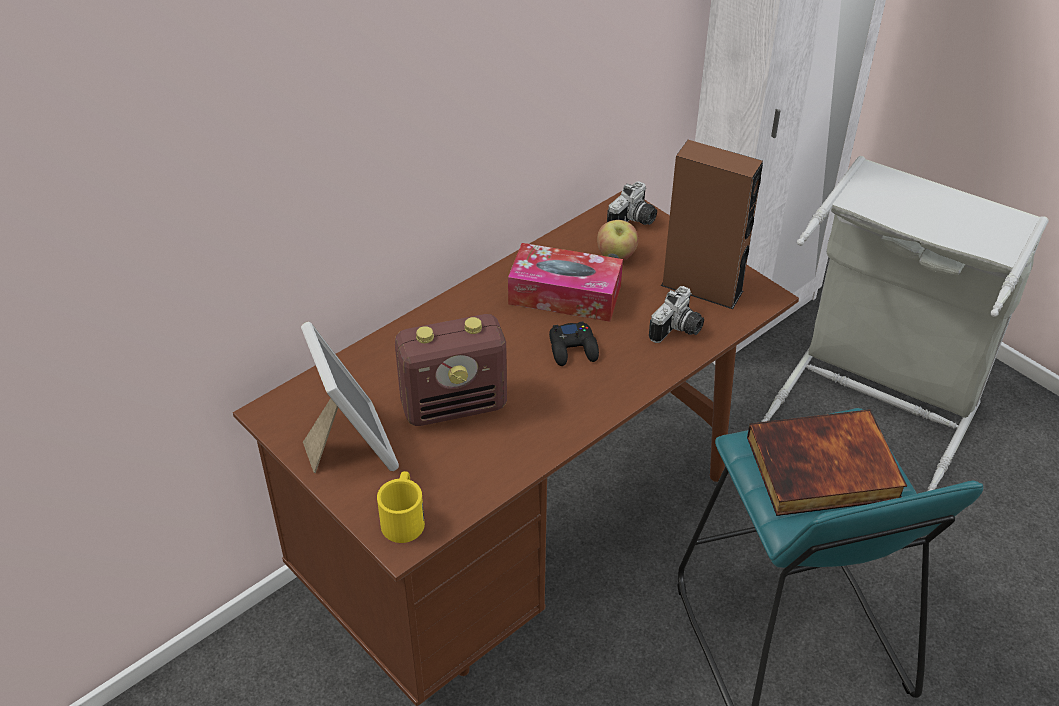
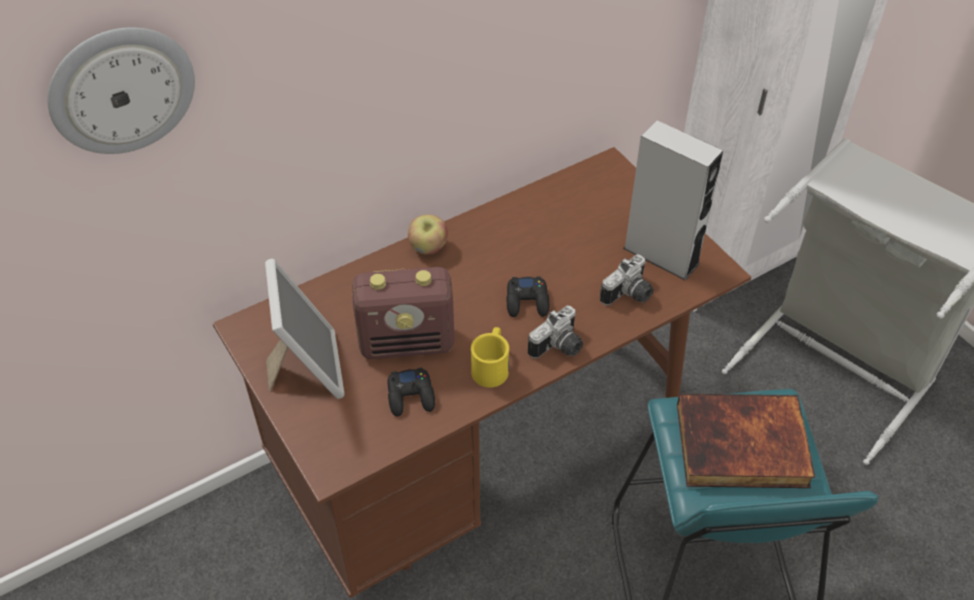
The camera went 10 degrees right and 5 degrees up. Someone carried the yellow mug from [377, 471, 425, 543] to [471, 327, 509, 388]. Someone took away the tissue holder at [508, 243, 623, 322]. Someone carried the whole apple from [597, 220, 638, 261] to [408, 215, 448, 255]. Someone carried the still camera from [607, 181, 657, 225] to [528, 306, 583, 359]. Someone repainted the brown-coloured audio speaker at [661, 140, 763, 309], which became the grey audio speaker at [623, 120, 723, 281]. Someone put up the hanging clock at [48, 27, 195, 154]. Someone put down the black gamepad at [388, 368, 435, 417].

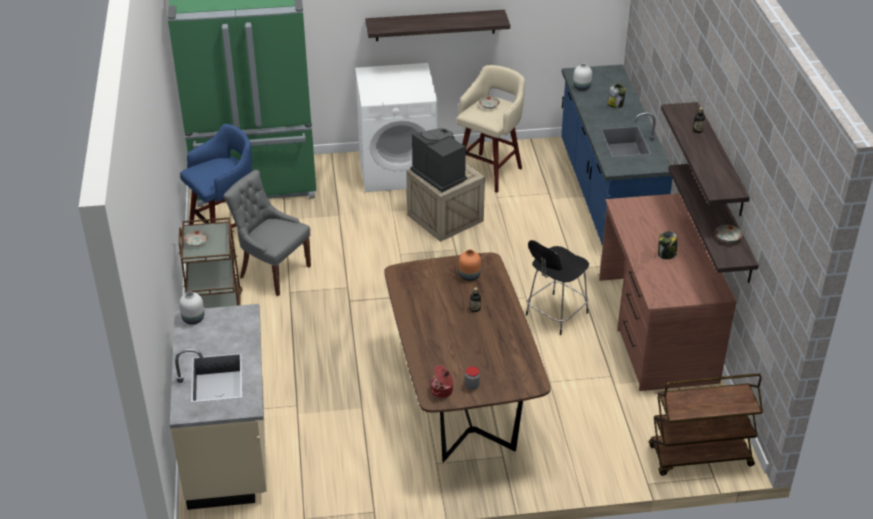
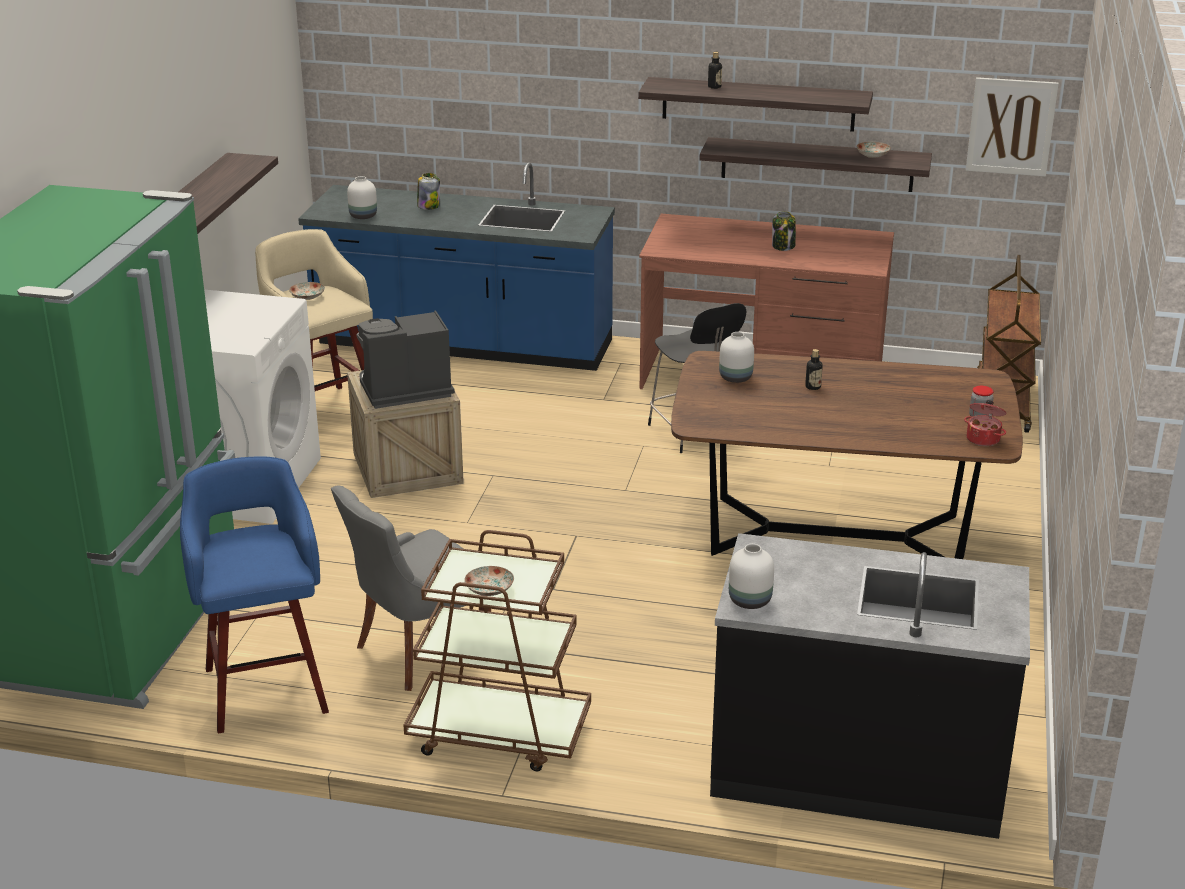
The camera went 70 degrees left and 10 degrees down. Someone repainted the beige-coloured kitchen base unit at [170, 304, 267, 510], which became the black kitchen base unit at [710, 533, 1030, 839]. Someone repainted the orange decorative vase at [459, 250, 481, 281], which became the white-coloured decorative vase at [719, 332, 754, 383]. Someone put up the wall picture at [966, 77, 1059, 177].

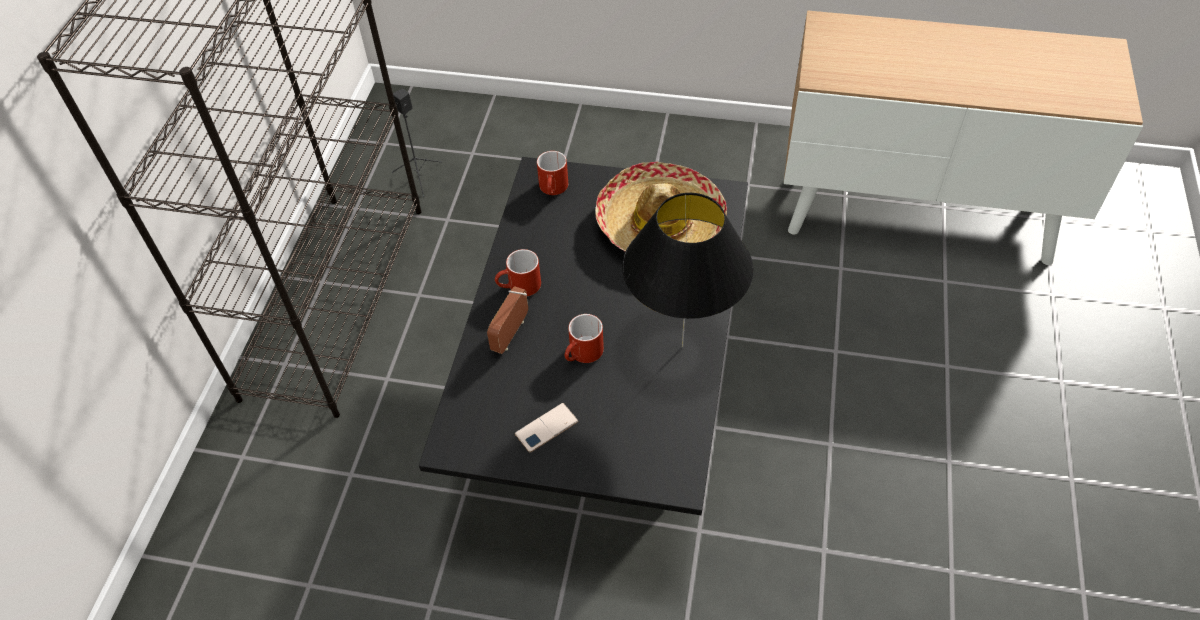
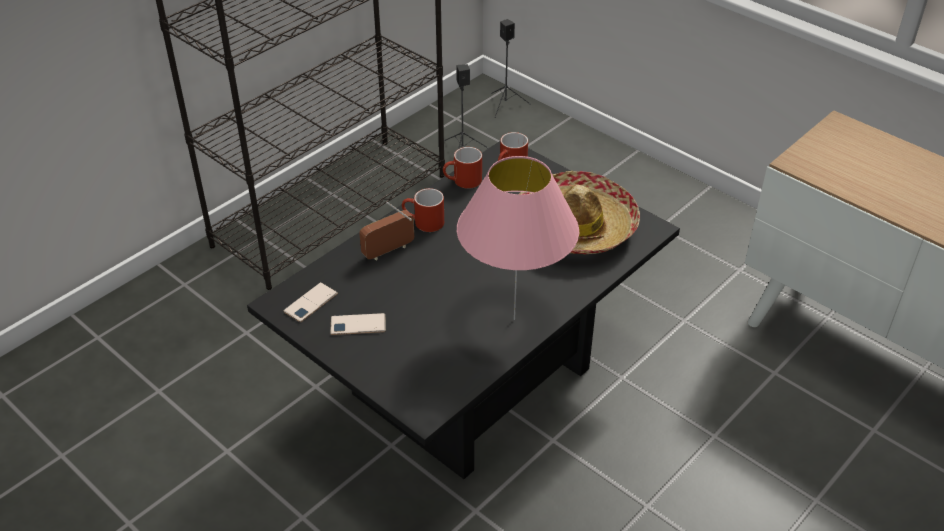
The camera went 30 degrees right and 10 degrees down. Someone carried the red mug from [565, 314, 604, 363] to [443, 147, 482, 189]. Someone repainted the black tabletop lamp at [622, 193, 753, 347], which became the pinkish tabletop lamp at [457, 156, 579, 320]. Someone put down the phone at [283, 282, 338, 322]. Someone put down the black audio speaker at [491, 19, 531, 118].

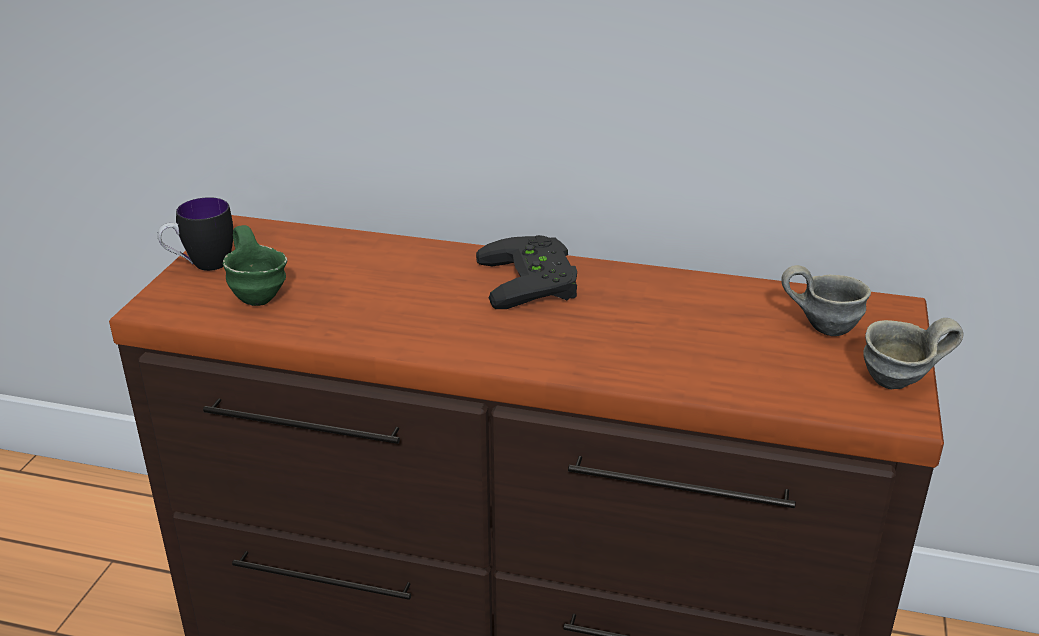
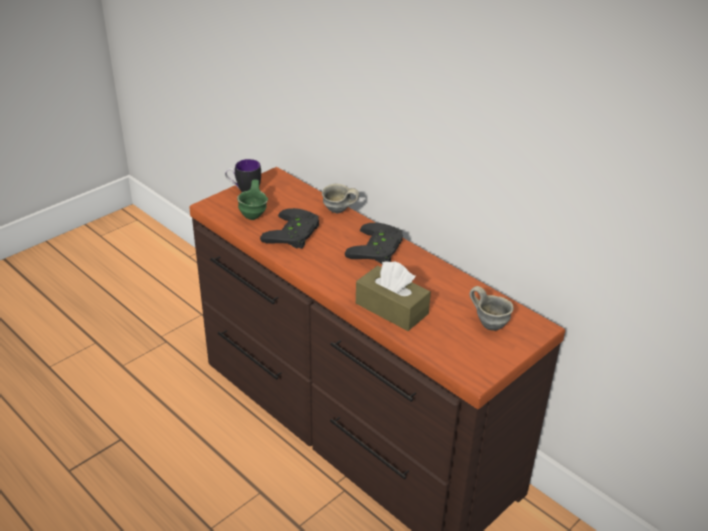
The camera went 30 degrees right and 5 degrees up. Someone carried the grey mug from [863, 318, 964, 389] to [322, 184, 360, 213]. Someone put down the black gamepad at [260, 208, 319, 249]. Someone put down the brown-coloured tissue holder at [356, 261, 431, 331].

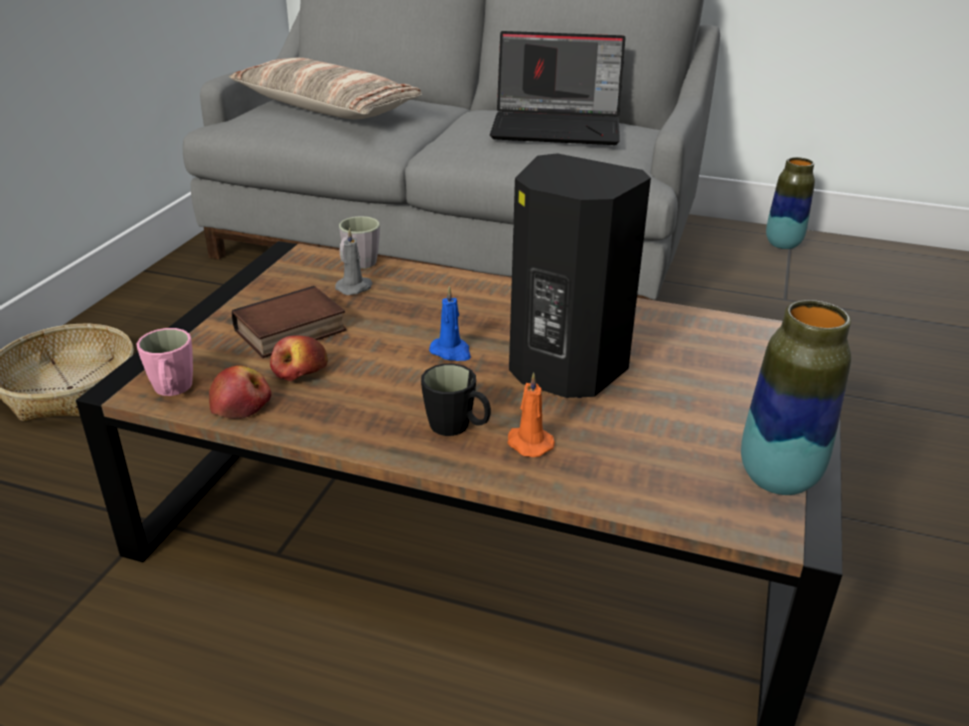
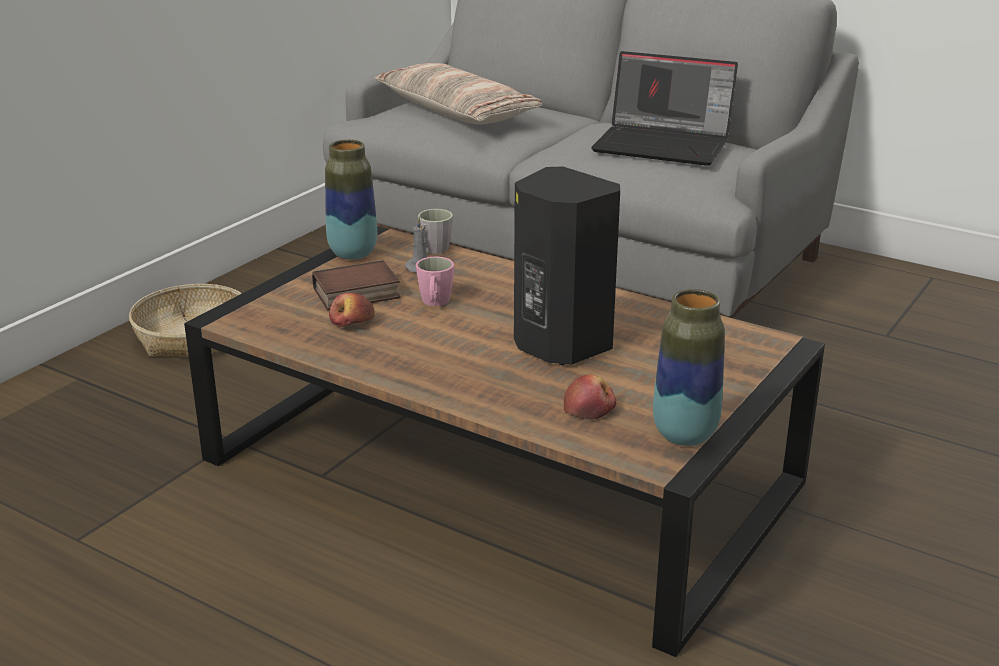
The camera went 15 degrees right and 5 degrees down. Someone carried the pinkish mug from [136, 328, 193, 396] to [416, 256, 454, 306]. Someone carried the whole apple from [209, 365, 271, 419] to [564, 375, 617, 420]. Someone took away the black mug at [421, 364, 491, 436]. Someone took away the blue-coloured wax light at [429, 286, 471, 361]. Someone took away the orange wax light at [507, 372, 555, 457]. Someone carried the decorative vase from [766, 157, 815, 249] to [325, 140, 377, 260].

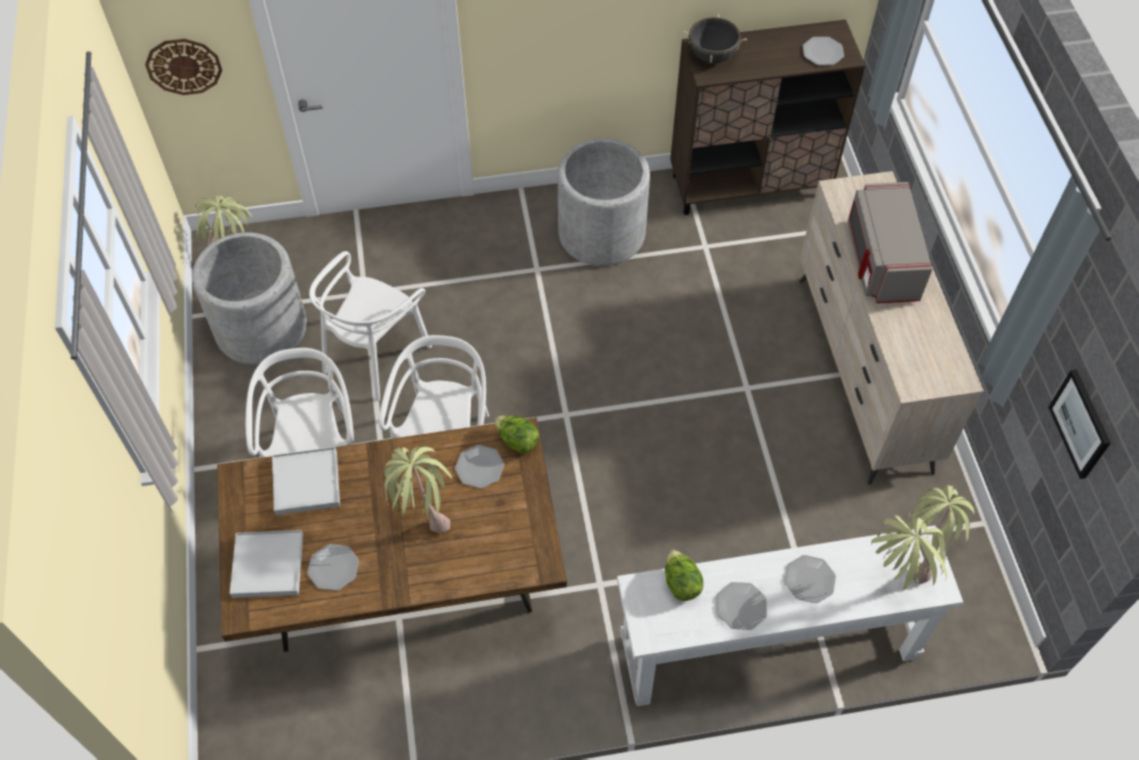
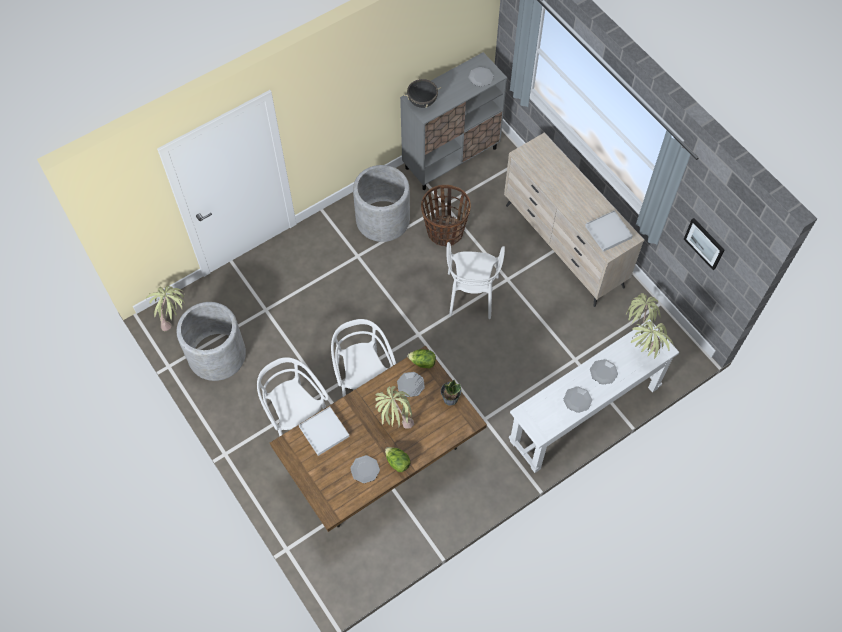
The camera went 25 degrees left and 5 degrees up. Someone took away the hanging clock at [145, 39, 222, 95]. Someone carried the white-coloured tray from [230, 530, 303, 598] to [585, 210, 633, 252]. Someone carried the white-coloured plain chair from [309, 251, 432, 401] to [446, 242, 505, 319]. Someone carried the lettuce head from [665, 550, 703, 601] to [385, 447, 411, 472]. Someone repainted the brown-coloured cabinet at [670, 19, 866, 215], which became the grey cabinet at [400, 52, 507, 190]. Someone took away the grey kitchen microwave at [848, 182, 933, 303]. Someone put down the storage basket at [421, 185, 471, 247]. Someone put down the houseplant at [441, 380, 461, 406].

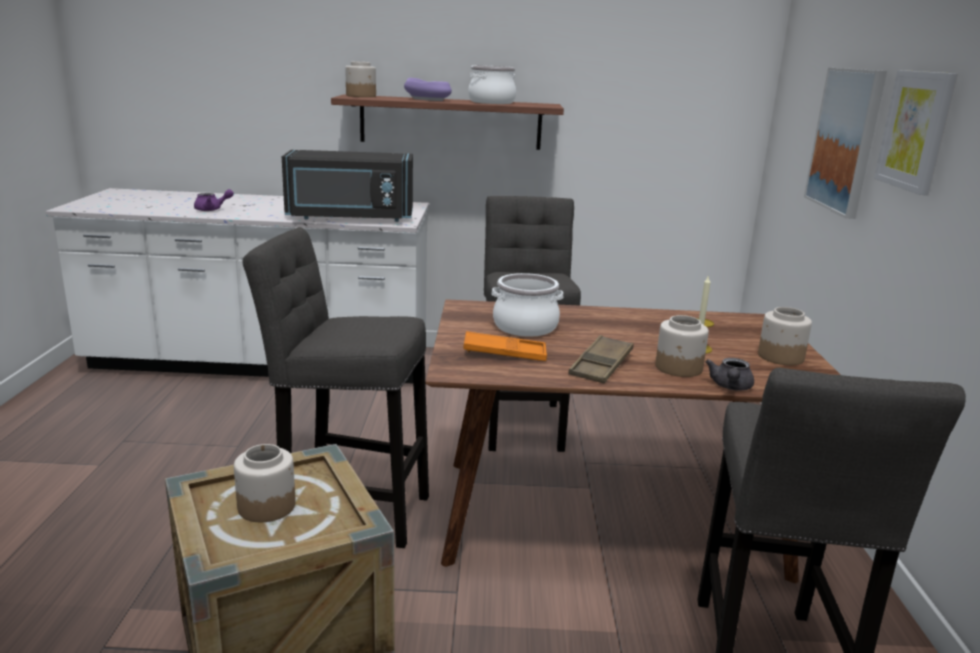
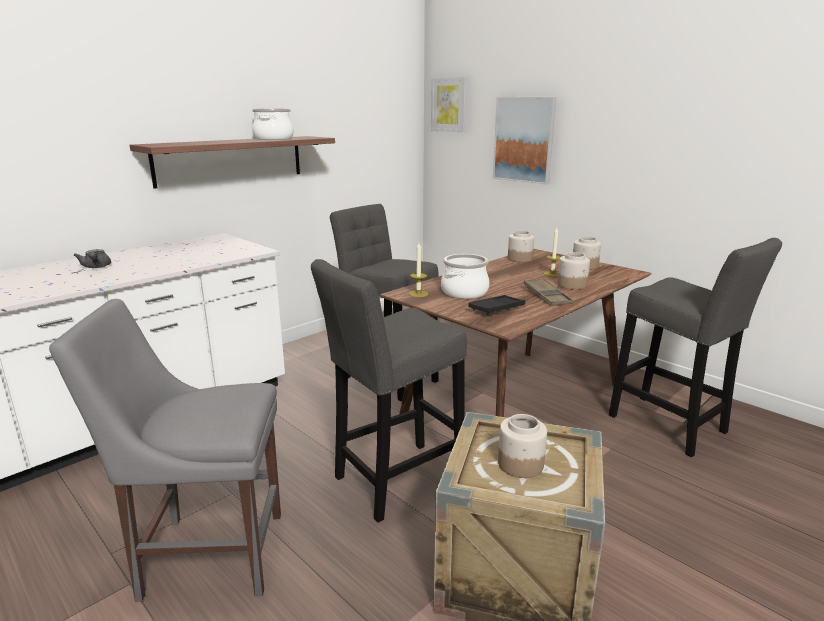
The camera went 45 degrees left and 0 degrees up. Someone took away the purple pot for tea at [194, 189, 234, 211]. Someone took away the black kitchen microwave at [282, 150, 413, 222]. Someone carried the preserve jar from [345, 61, 376, 97] to [508, 231, 534, 262]. Someone took away the purple deep dish at [404, 78, 452, 101]. Someone repainted the orange tray at [463, 331, 547, 361], which became the black tray at [468, 295, 525, 315]. Someone carried the grey pot for tea from [705, 358, 754, 390] to [74, 249, 111, 268]. Someone carried the wall picture from [874, 70, 957, 195] to [431, 77, 467, 132]. Someone put down the grey plain chair at [49, 299, 281, 602]. Someone put down the wax light at [409, 243, 428, 297].

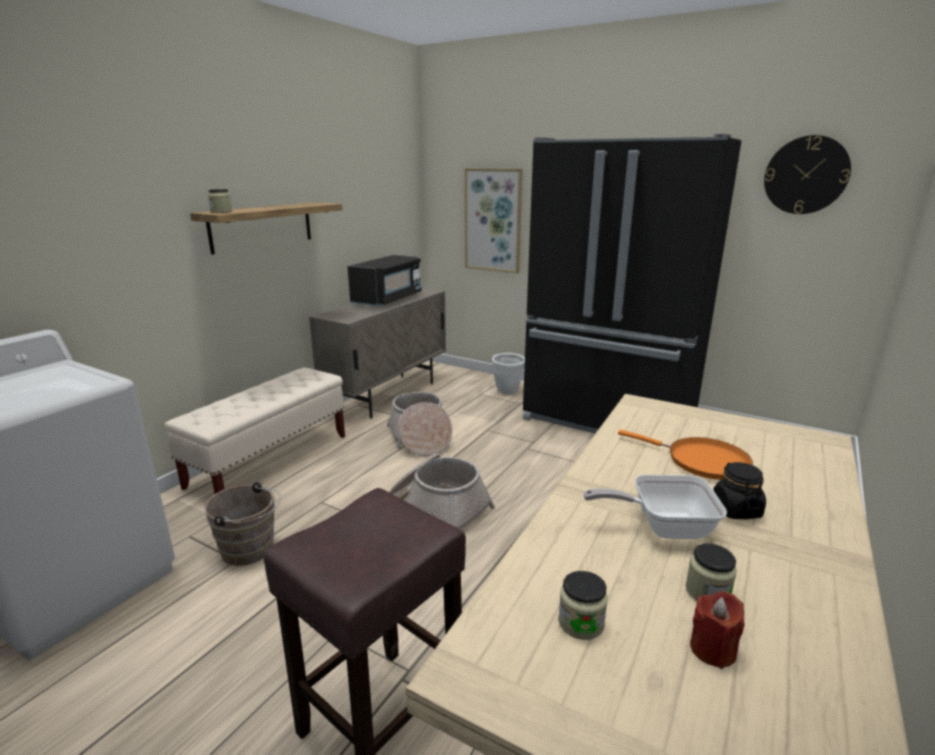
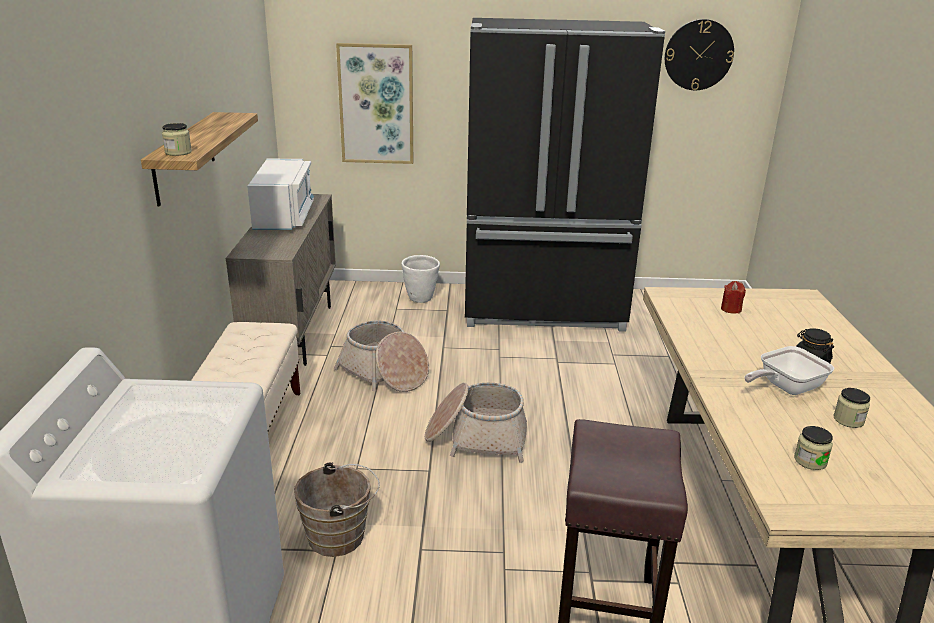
The camera went 30 degrees left and 5 degrees up. Someone repainted the black kitchen microwave at [348, 255, 422, 306], which became the white-coloured kitchen microwave at [247, 159, 314, 230]. Someone took away the orange frying pan at [618, 430, 753, 480]. Someone carried the red wax light from [690, 591, 745, 669] to [721, 281, 746, 313].

